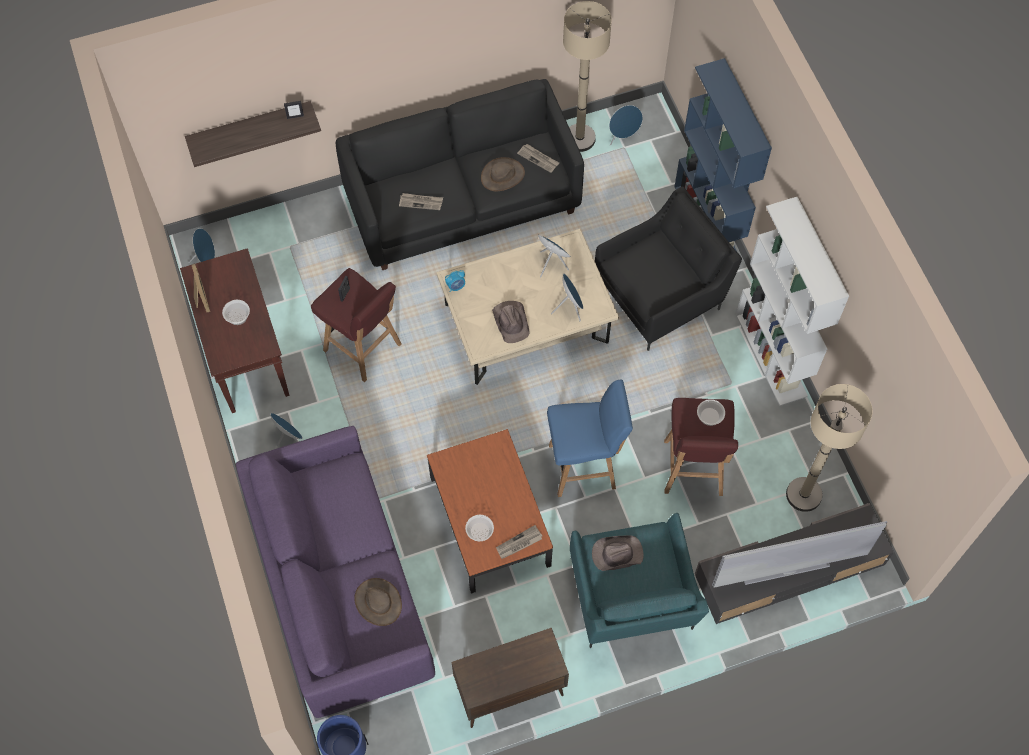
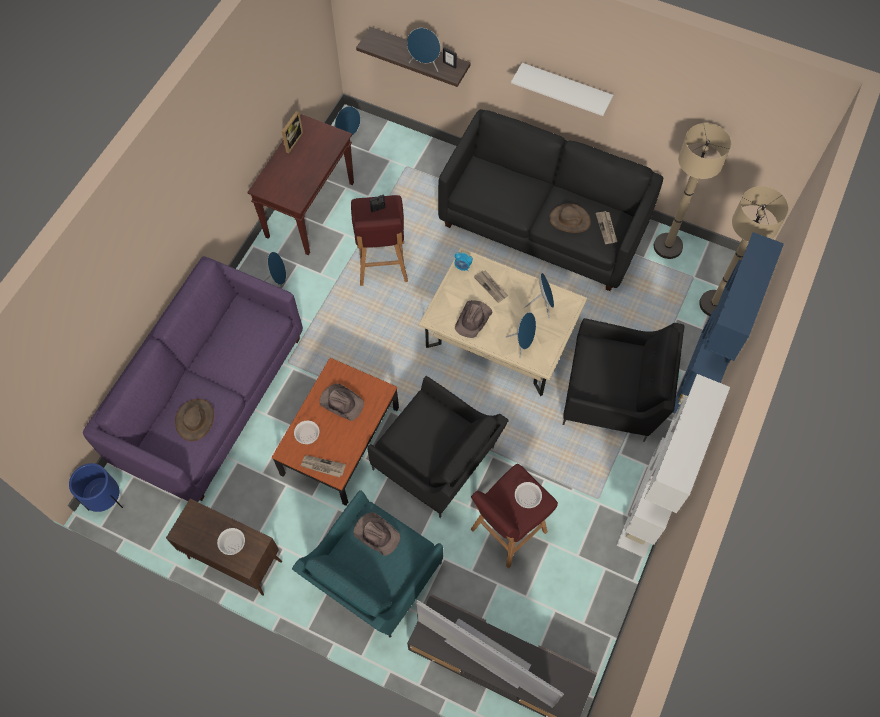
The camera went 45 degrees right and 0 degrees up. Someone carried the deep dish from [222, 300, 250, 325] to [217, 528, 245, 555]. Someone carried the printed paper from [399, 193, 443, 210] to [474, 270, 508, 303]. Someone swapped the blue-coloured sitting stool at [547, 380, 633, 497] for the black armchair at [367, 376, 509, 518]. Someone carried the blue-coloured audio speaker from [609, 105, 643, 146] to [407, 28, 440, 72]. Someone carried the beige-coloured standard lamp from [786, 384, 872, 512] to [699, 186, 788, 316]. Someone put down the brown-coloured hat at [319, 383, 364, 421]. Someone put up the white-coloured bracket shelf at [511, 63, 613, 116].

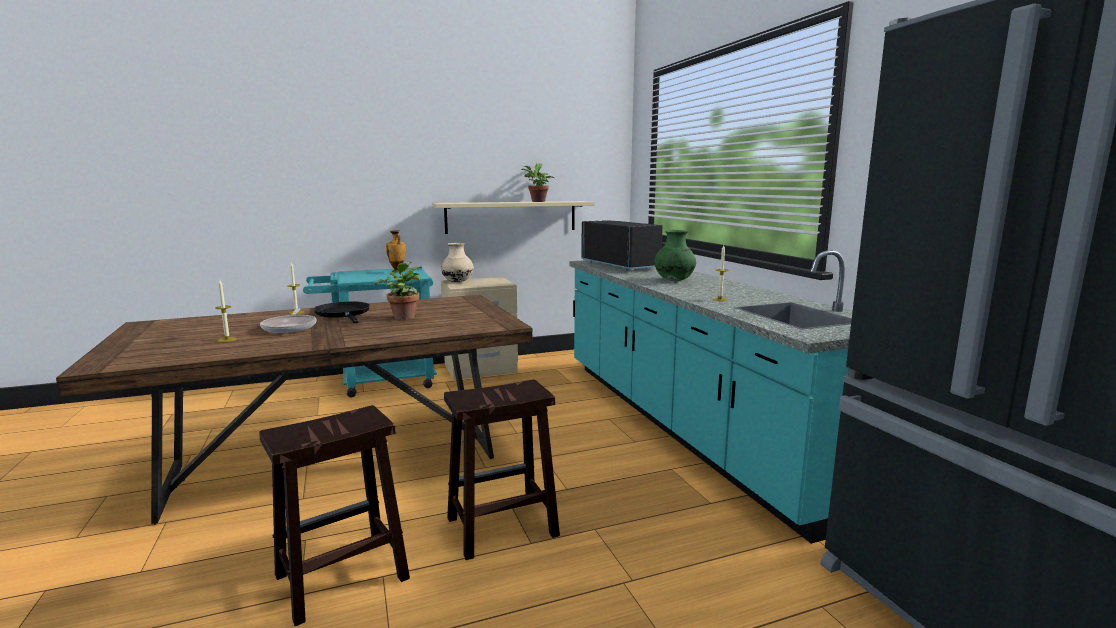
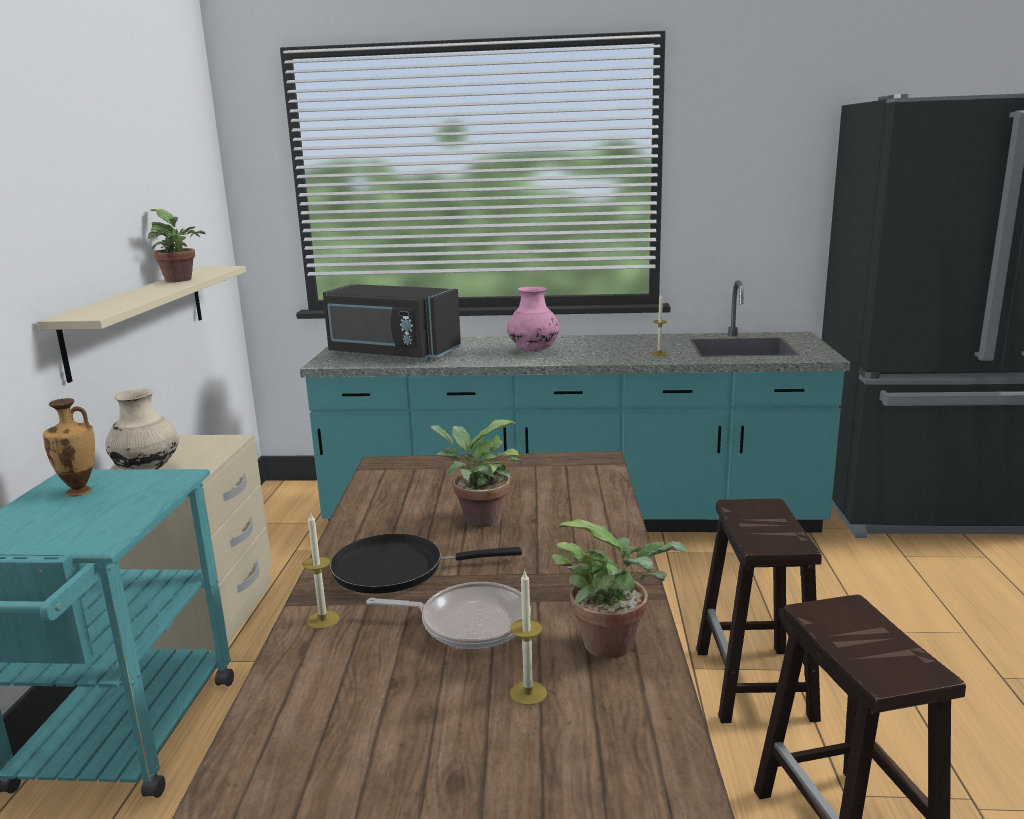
The camera went 65 degrees left and 5 degrees up. Someone rotated the black kitchen microwave at [581, 220, 663, 271] by 150 degrees counterclockwise. Someone repainted the green decorative vase at [654, 230, 696, 281], which became the pinkish decorative vase at [507, 287, 559, 352]. Someone put down the houseplant at [551, 519, 687, 659].

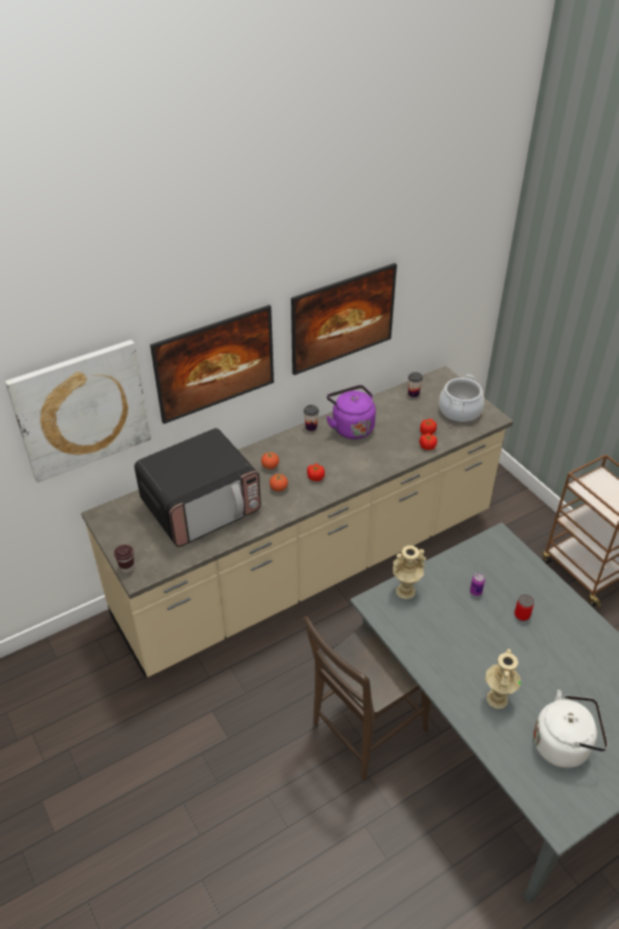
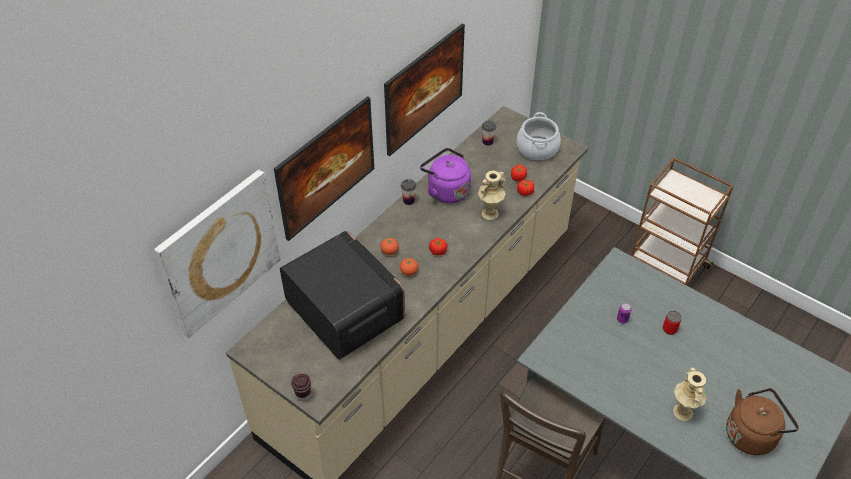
The camera went 20 degrees left and 5 degrees up. Someone rotated the kitchen microwave at [134, 428, 261, 547] by 75 degrees counterclockwise. Someone carried the beige-coloured decorative vase from [393, 545, 426, 599] to [478, 171, 506, 220]. Someone repainted the white-coloured water kettle at [533, 690, 608, 768], which became the brown-coloured water kettle at [726, 388, 799, 455].

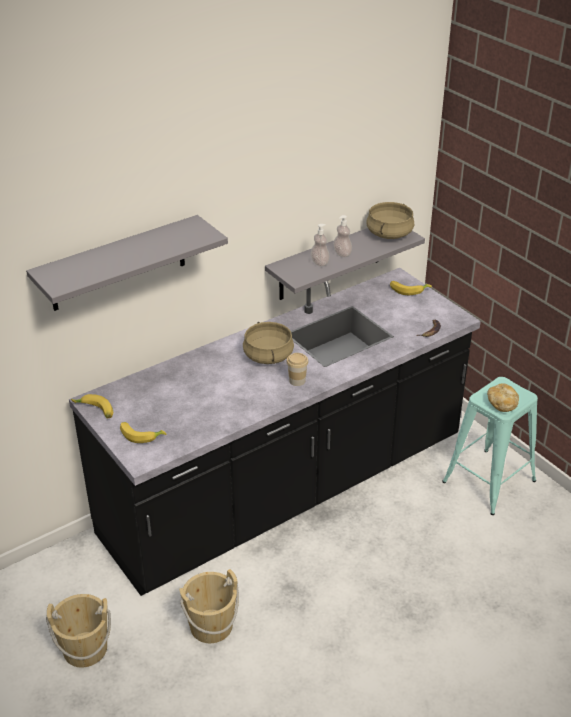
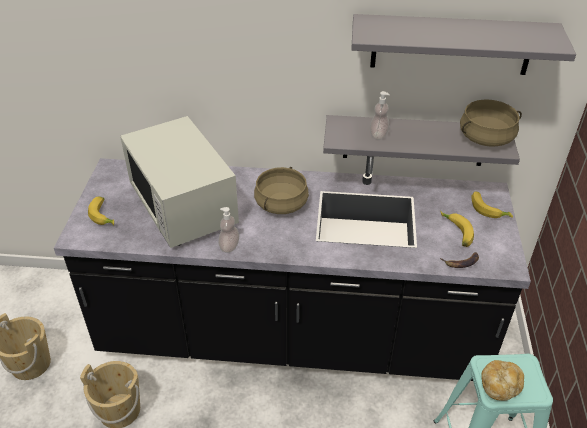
The camera went 40 degrees right and 5 degrees up. Someone carried the grey bracket shelf from [26, 215, 228, 311] to [351, 14, 576, 75]. Someone carried the banana fruit from [71, 394, 113, 419] to [440, 210, 474, 247]. Someone took away the cup at [286, 353, 309, 386]. Someone carried the soap bottle from [333, 215, 352, 257] to [218, 207, 239, 253]. Someone put down the white-coloured kitchen microwave at [120, 116, 239, 248].

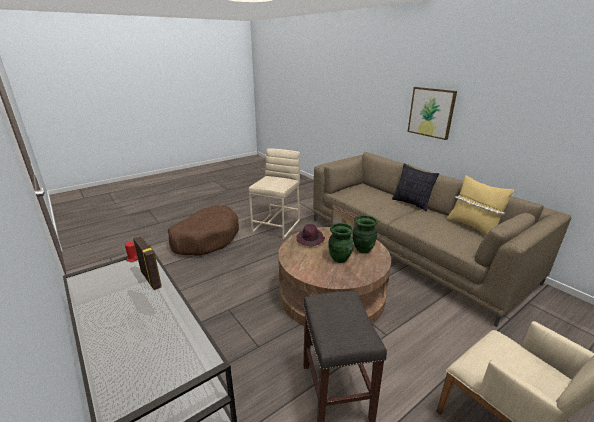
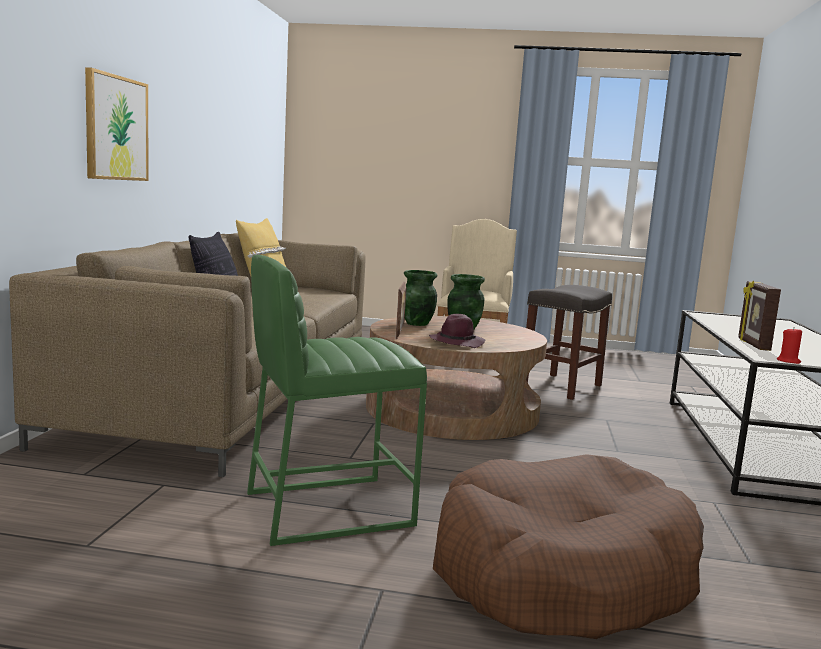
The camera went 135 degrees left and 15 degrees down. Someone repainted the beige-coloured sitting stool at [249, 148, 300, 239], which became the green sitting stool at [247, 255, 427, 546].

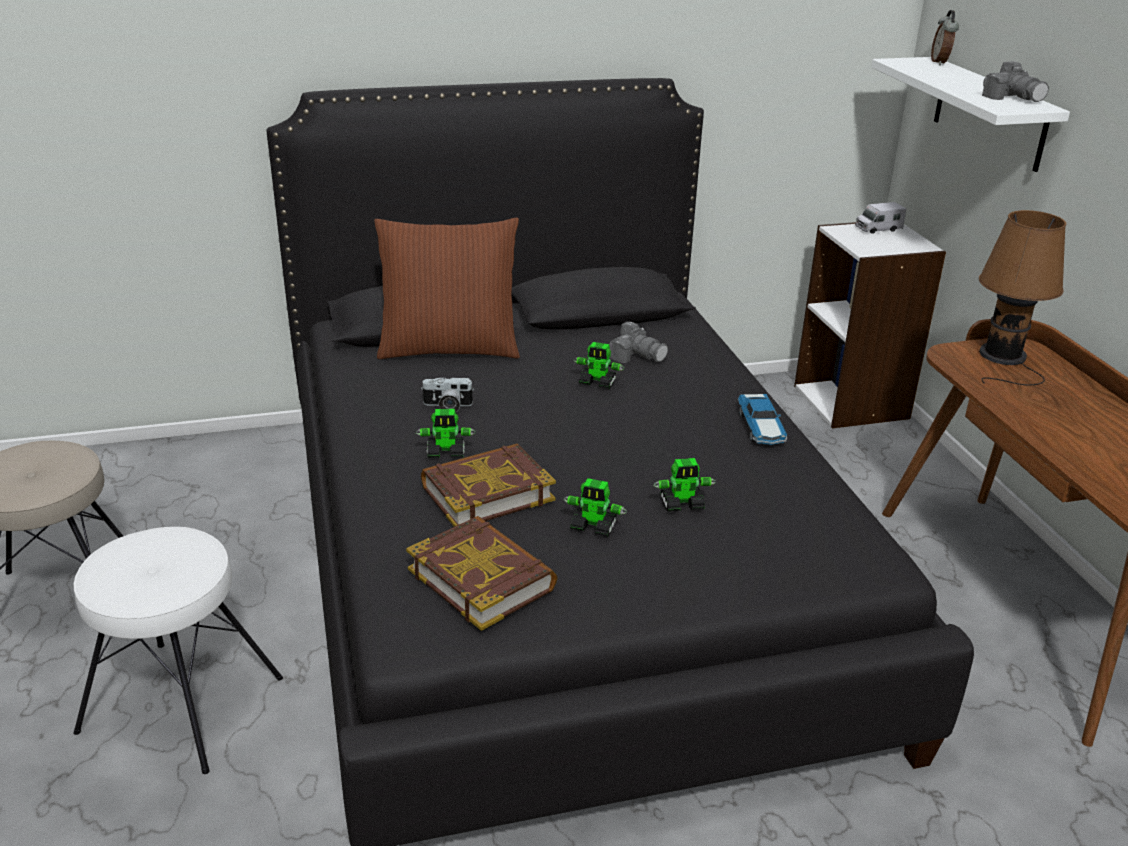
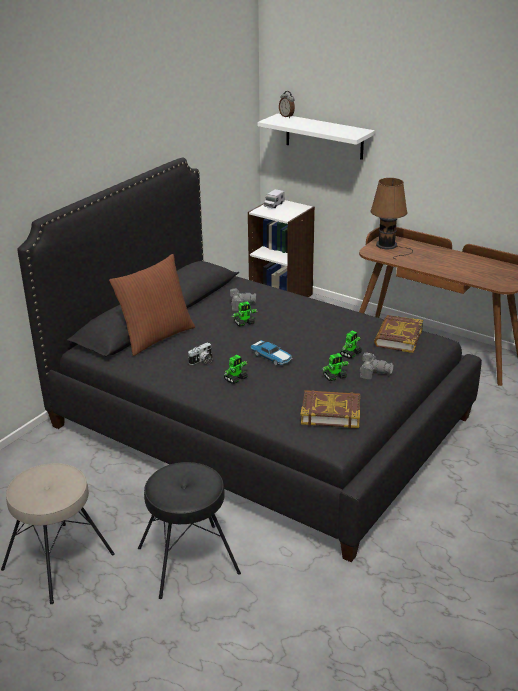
The camera went 40 degrees left and 0 degrees up. Someone repainted the white-coloured sitting stool at [74, 527, 283, 774], which became the black sitting stool at [138, 462, 241, 599]. Someone carried the volume from [421, 443, 556, 527] to [374, 315, 423, 353]. Someone carried the model car from [738, 394, 787, 445] to [250, 340, 293, 366]. Someone carried the still camera from [982, 61, 1049, 102] to [360, 353, 394, 379].

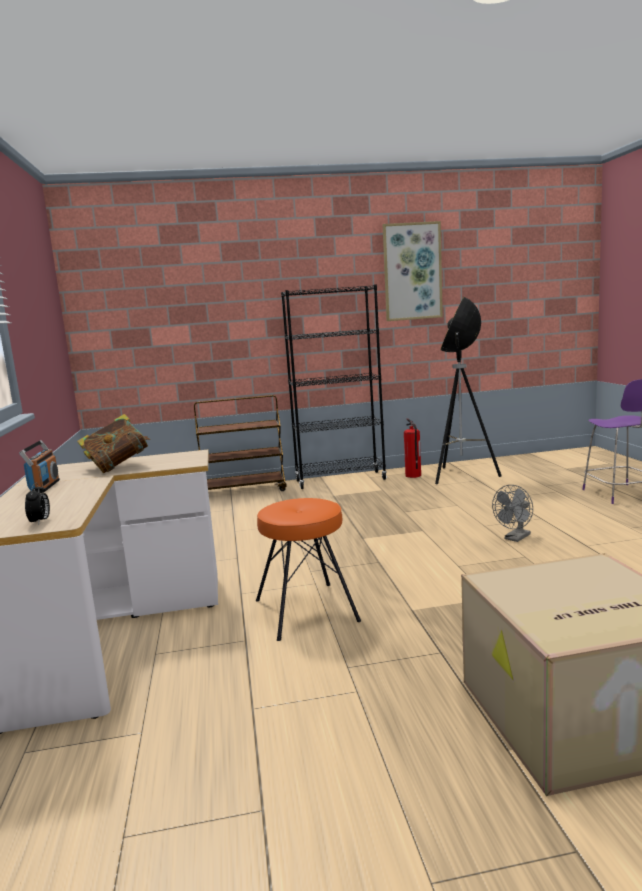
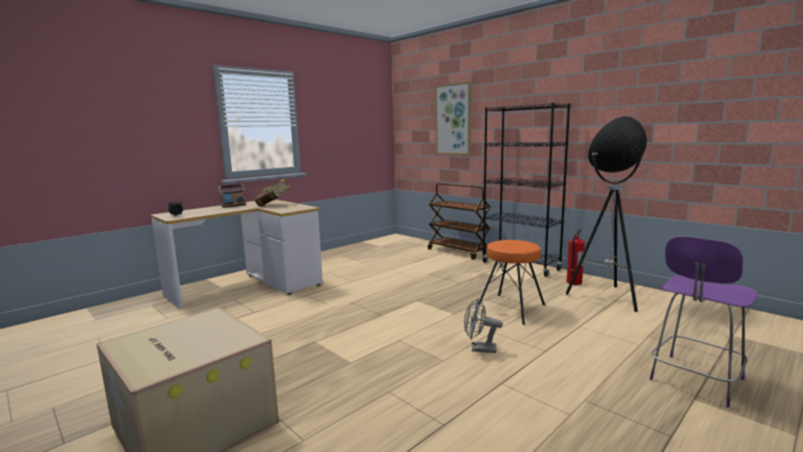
The camera went 55 degrees right and 0 degrees up. Someone carried the orange sitting stool from [256, 498, 361, 641] to [479, 240, 545, 325]. Someone carried the wall picture from [383, 221, 443, 321] to [435, 82, 471, 155].

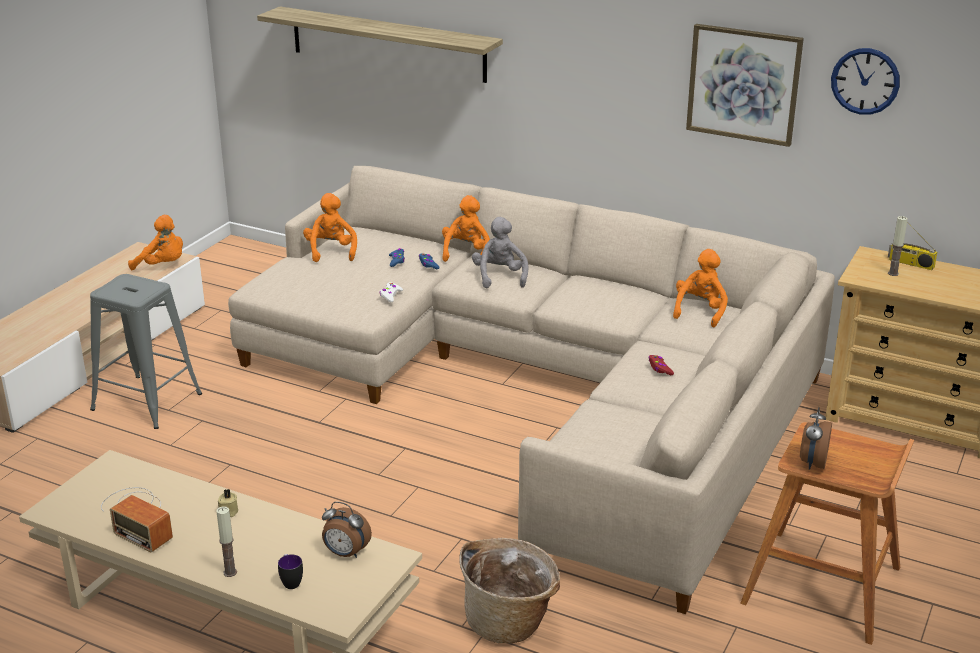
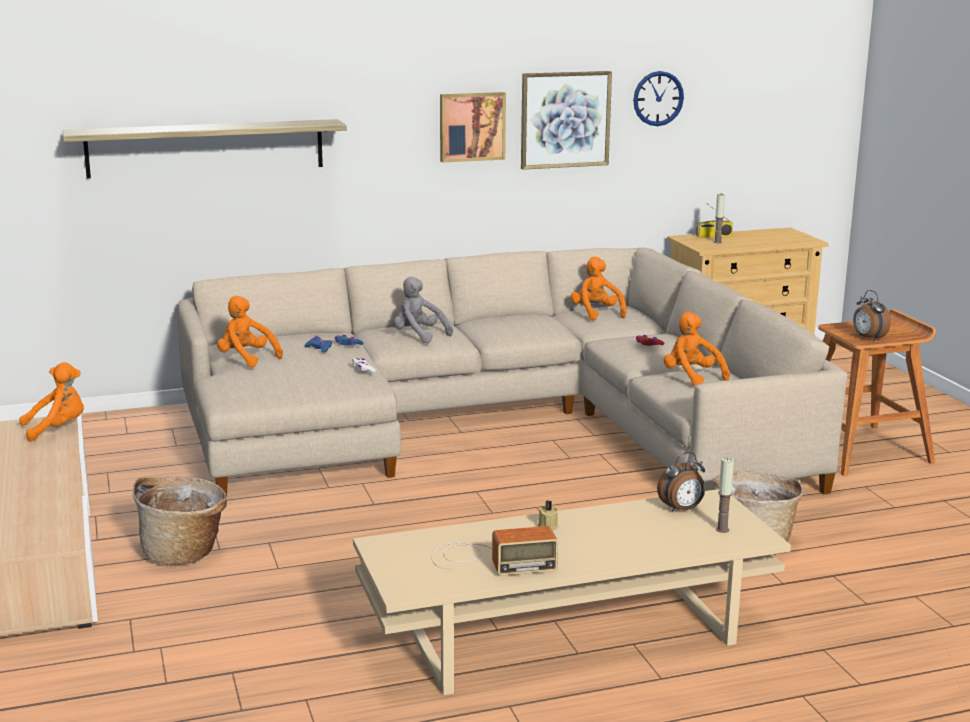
The camera went 45 degrees left and 10 degrees down. Someone swapped the grey sitting stool at [90, 274, 202, 429] for the storage basket at [133, 476, 227, 565]. Someone carried the wax light from [216, 506, 237, 577] to [716, 457, 734, 533]. Someone took away the mug at [278, 554, 303, 589]. Someone carried the orange soft toy from [442, 195, 490, 262] to [664, 312, 730, 386]. Someone put up the wall picture at [440, 92, 506, 163].

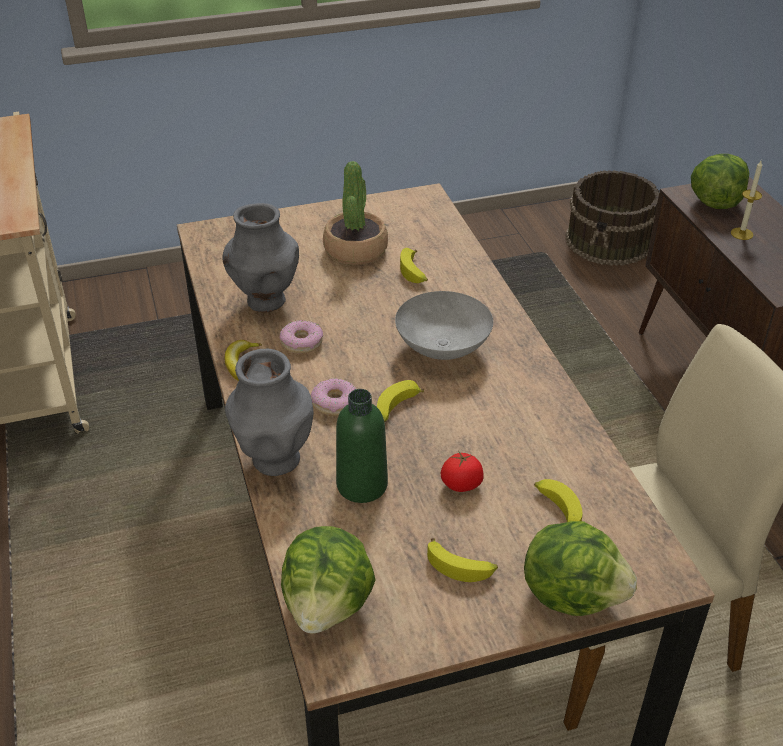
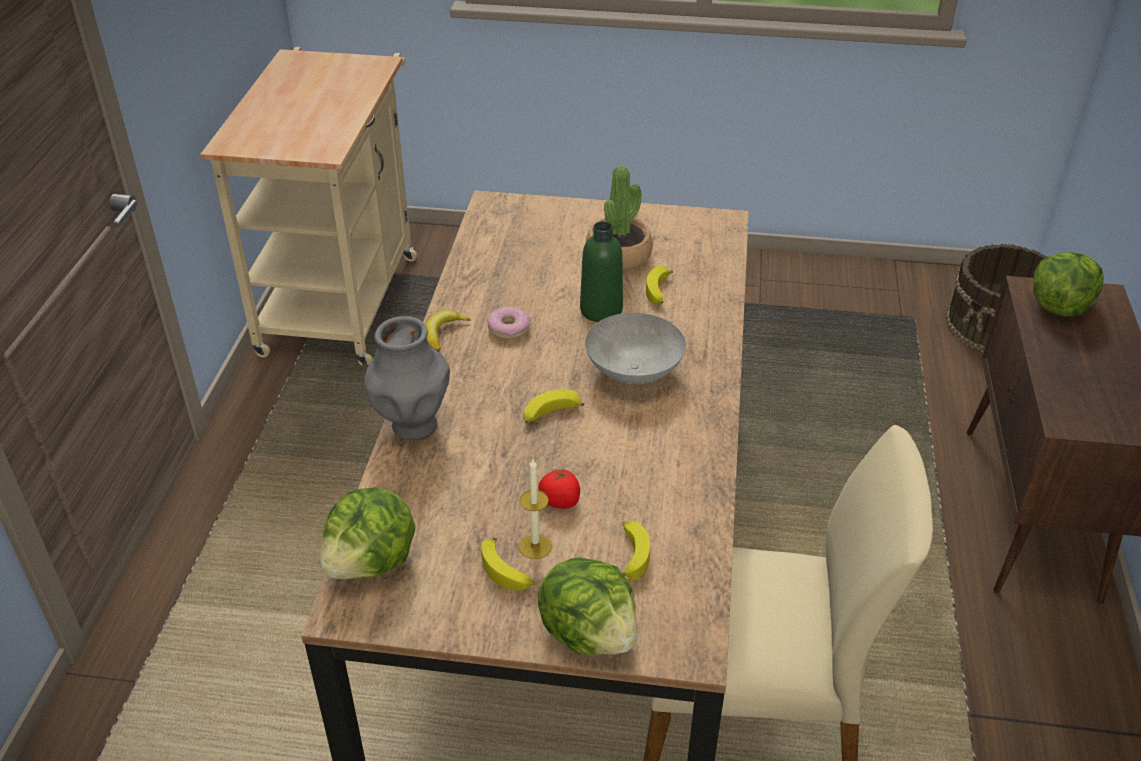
The camera went 25 degrees right and 0 degrees up. Someone took away the grey decorative vase at [222, 203, 299, 312]. Someone took away the ring doughnut at [311, 378, 356, 416]. Someone carried the green bottle from [336, 389, 388, 503] to [580, 221, 623, 322]. Someone carried the wax light from [731, 161, 762, 240] to [519, 459, 552, 559].

